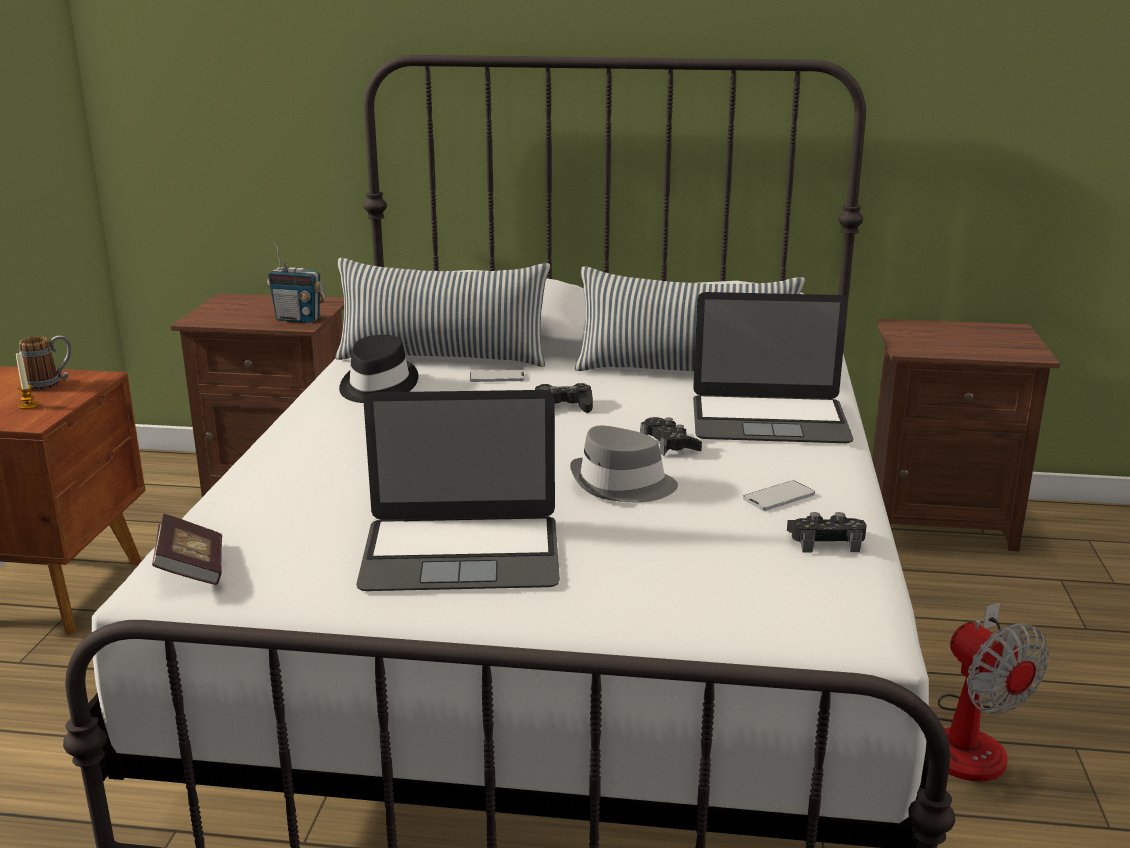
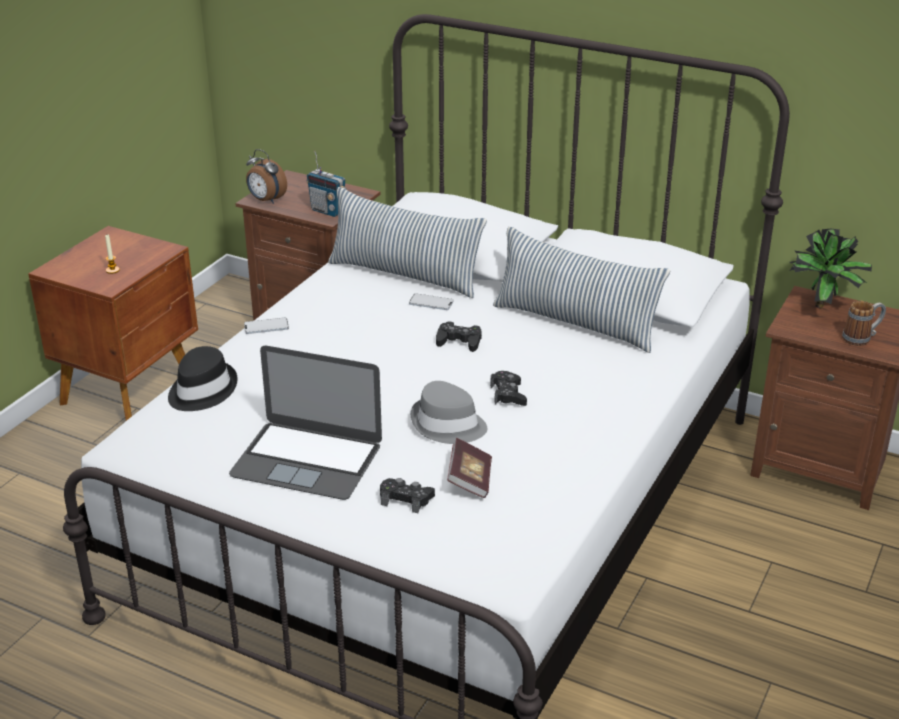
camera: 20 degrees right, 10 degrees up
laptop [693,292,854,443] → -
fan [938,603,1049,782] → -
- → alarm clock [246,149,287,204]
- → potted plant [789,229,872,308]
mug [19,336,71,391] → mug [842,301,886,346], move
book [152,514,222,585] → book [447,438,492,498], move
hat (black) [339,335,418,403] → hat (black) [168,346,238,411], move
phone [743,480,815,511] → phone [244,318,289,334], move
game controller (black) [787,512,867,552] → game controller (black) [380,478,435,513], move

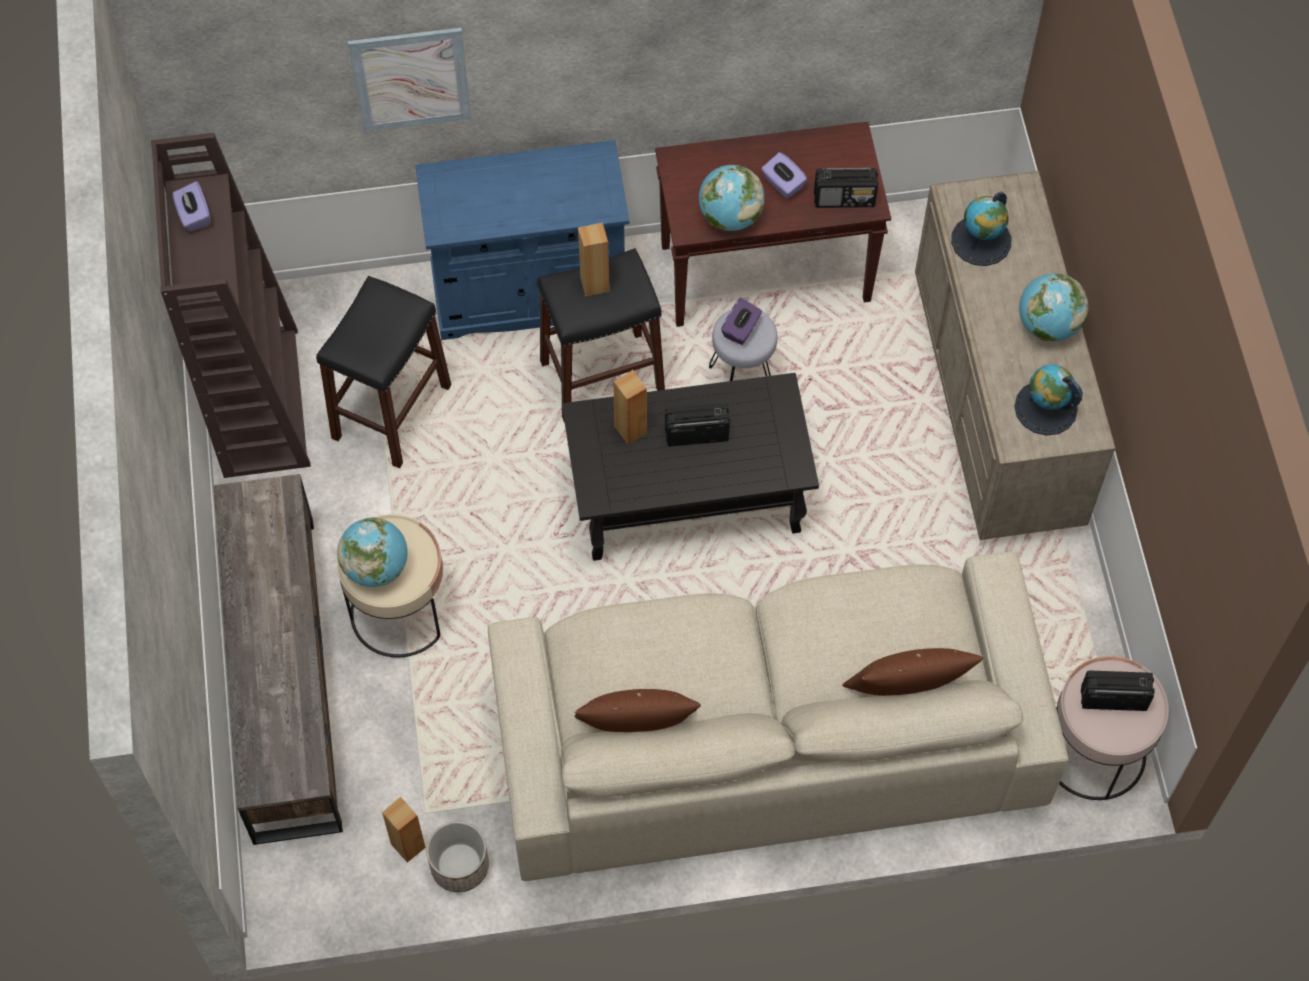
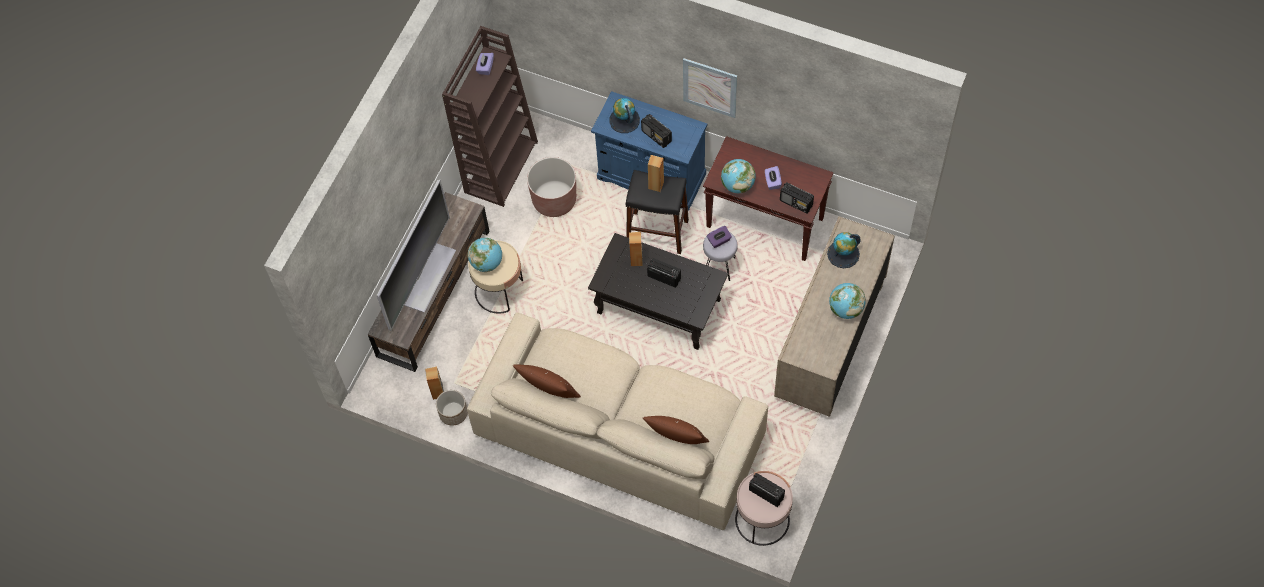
camera: 35 degrees right, 0 degrees up
- → television [377,179,456,331]
- → radio [641,114,672,148]
picture [348,28,472,132] → picture [683,58,737,118], move
globe [1014,364,1083,435] → globe [609,98,640,133], move
stool (black) [316,276,451,468] → planter (brown) [527,157,576,217]

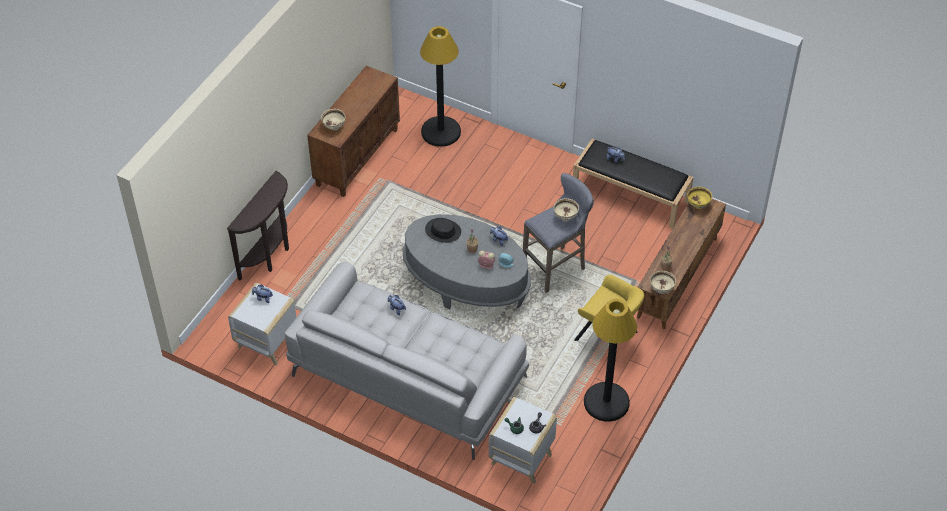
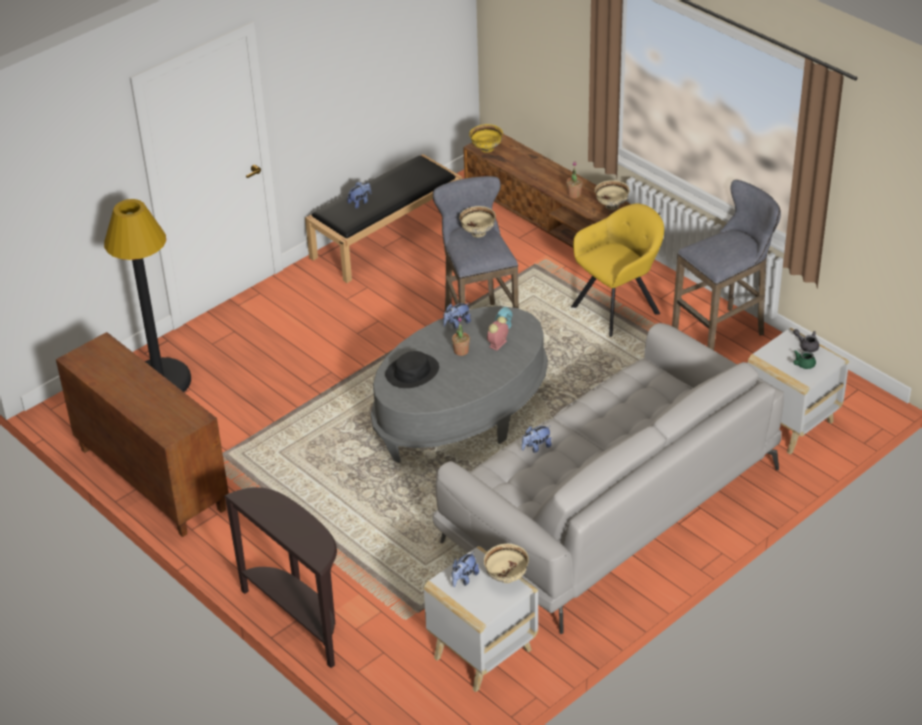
camera: 70 degrees left, 10 degrees down
bowl (beige) [321,109,345,130] → bowl (beige) [484,544,529,583], move
floor lamp (black) [584,299,637,422] → stool (grey) [672,180,781,350]

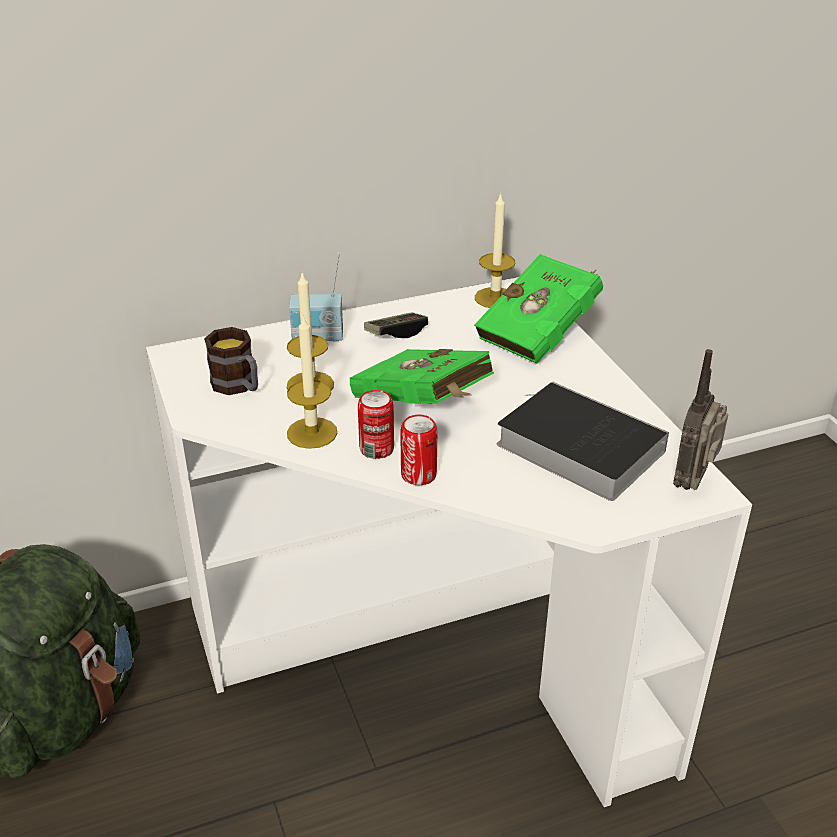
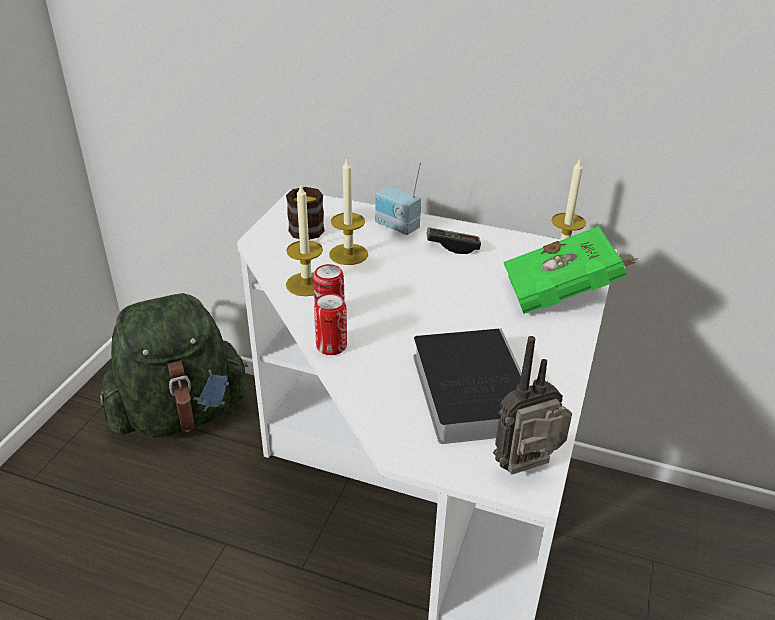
camera: 40 degrees right, 0 degrees up
book (green) [350,349,494,404] → -

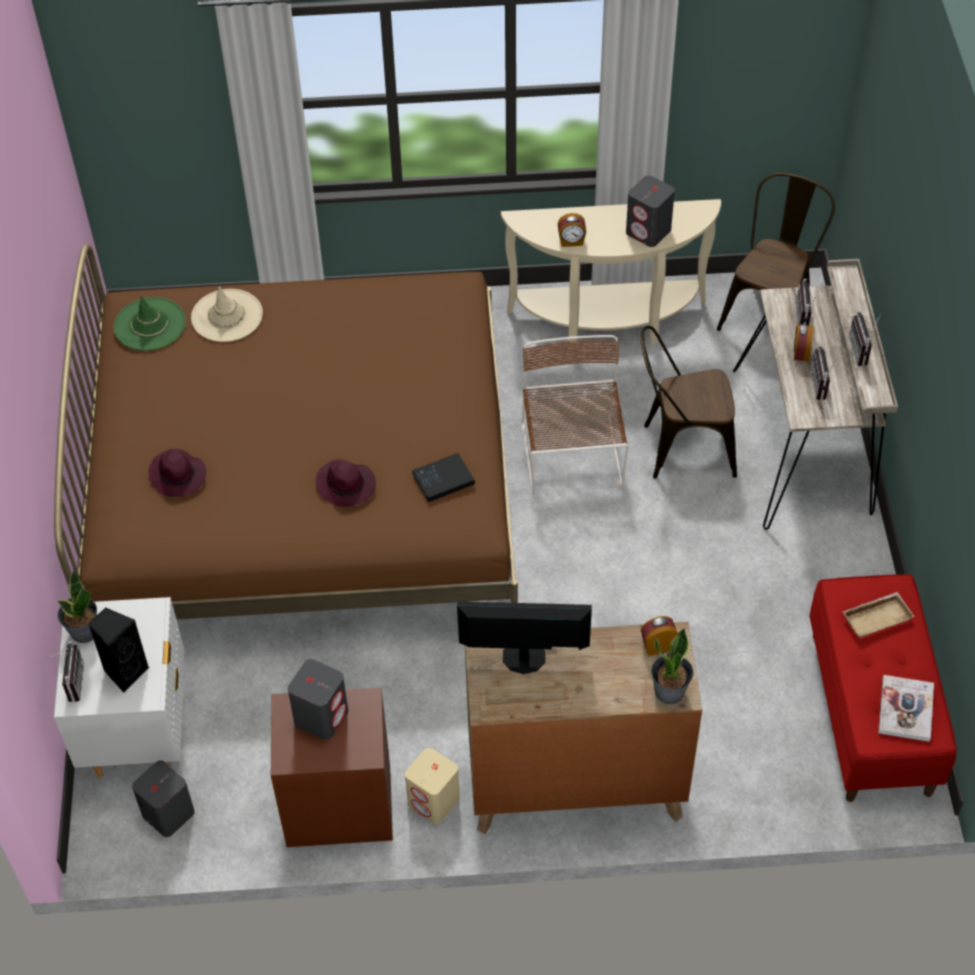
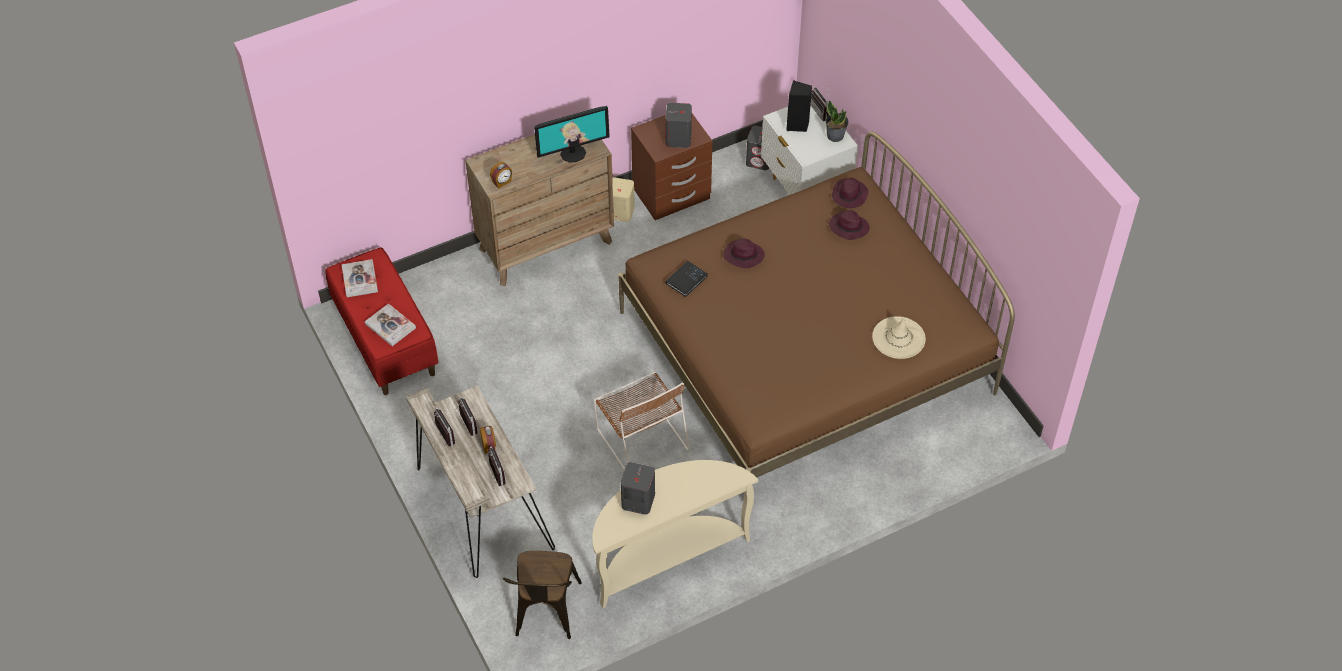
camera: 155 degrees right, 0 degrees up
hat (green) [114,296,186,351] → -
alarm clock [558,213,586,247] → -
chair (brown) [641,326,737,478] → -
potted plant [651,628,694,704] → -
- → hat (purple) [832,178,868,208]
tray (beige) [842,592,915,638] → book [365,303,416,346]

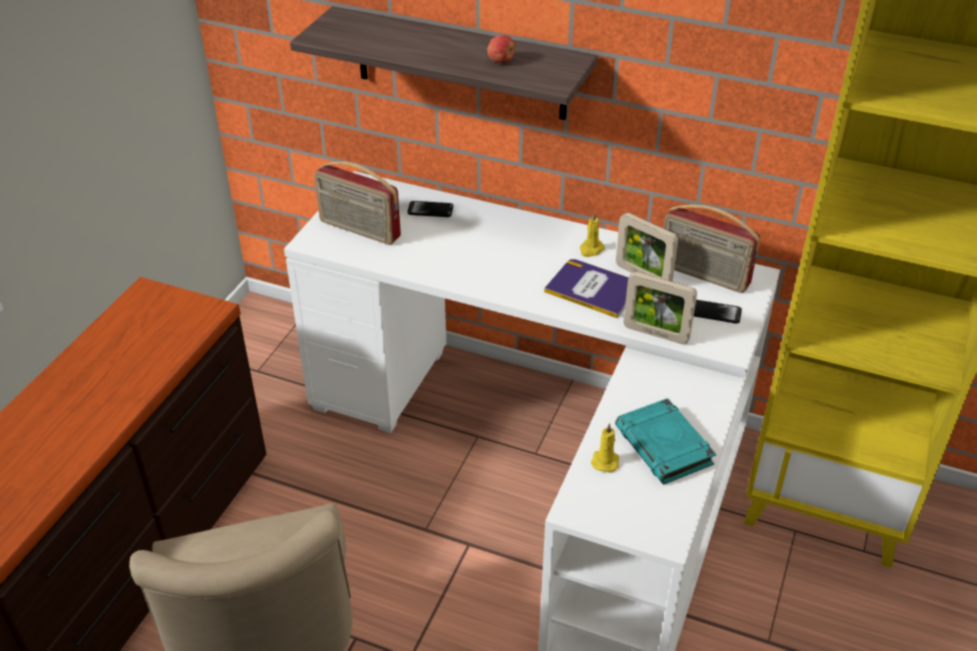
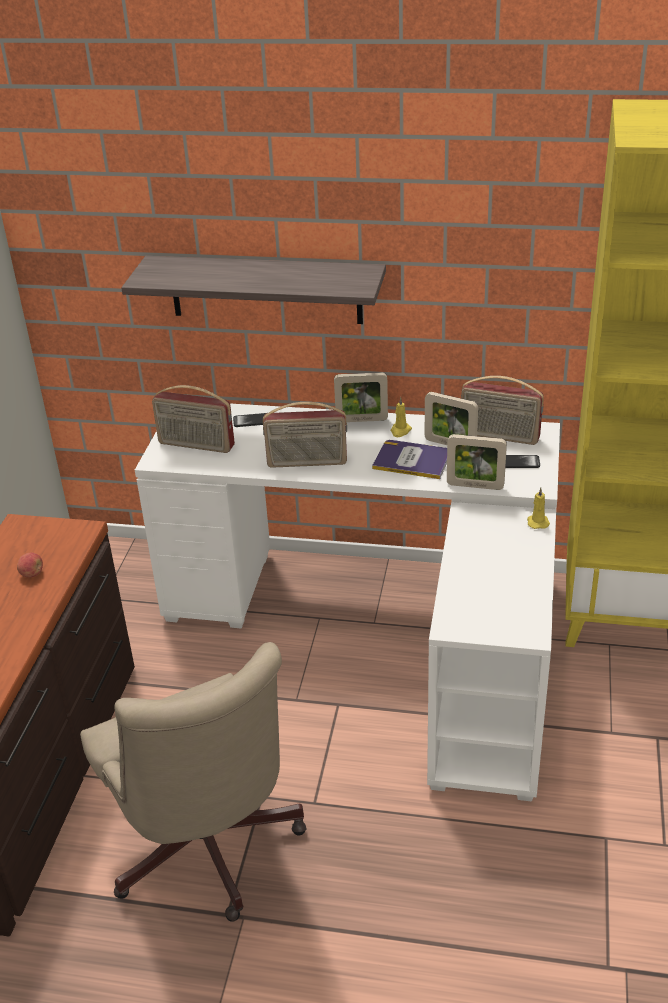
camera: 10 degrees left, 5 degrees down
book (turquoise) [615,398,716,484] → -
- → radio [263,402,347,468]
- → picture frame [334,372,388,422]
apple [487,35,515,63] → apple [17,553,43,577], move
candle (yellow) [591,423,619,472] → candle (yellow) [527,488,550,529], move

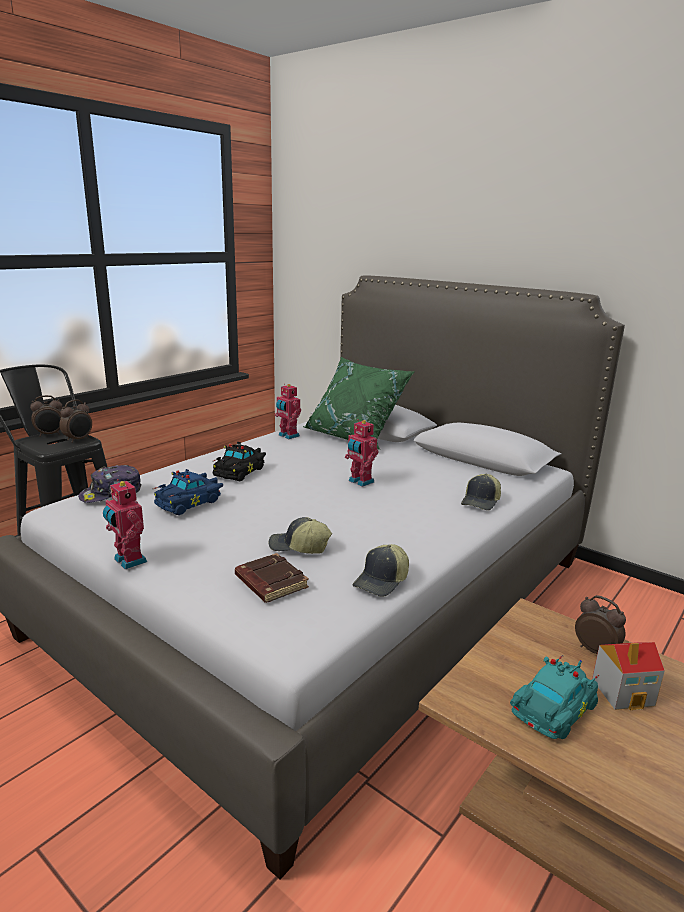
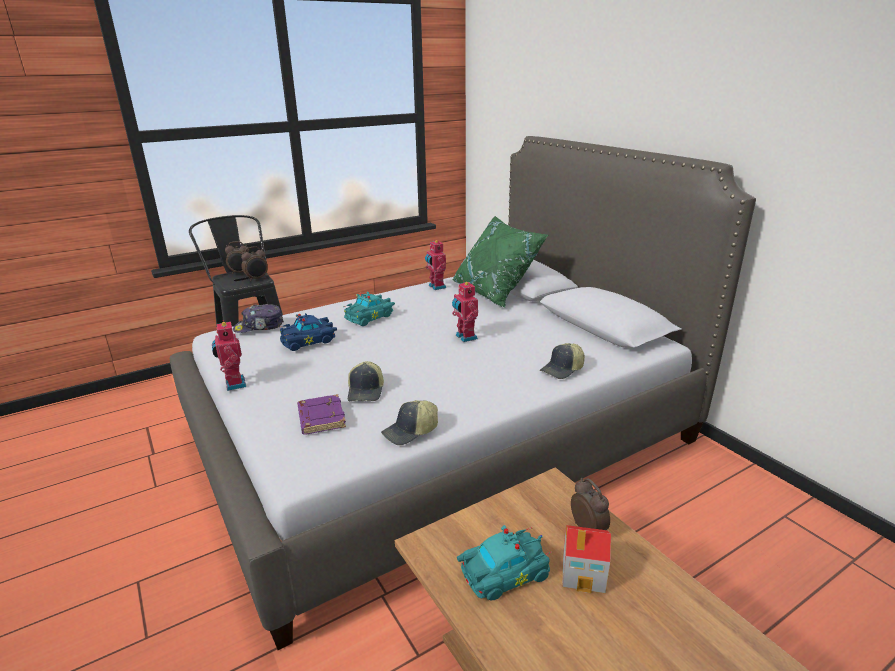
camera: 20 degrees right, 5 degrees up
toy car (black) [212,442,266,481] → toy car (turquoise) [344,292,395,326]
book (brown) [235,553,309,603] → book (purple) [297,394,346,435]
cap [269,517,332,554] → cap [348,361,384,401], 120 degrees counterclockwise

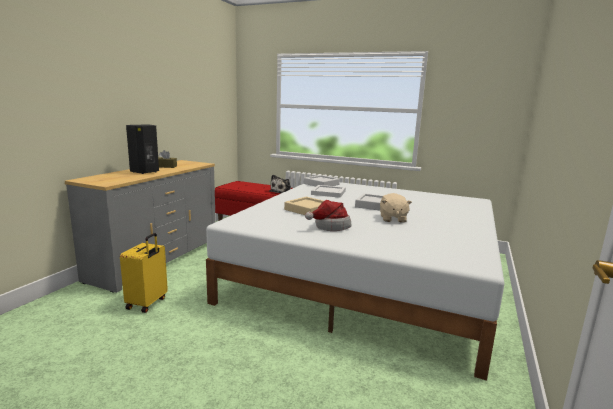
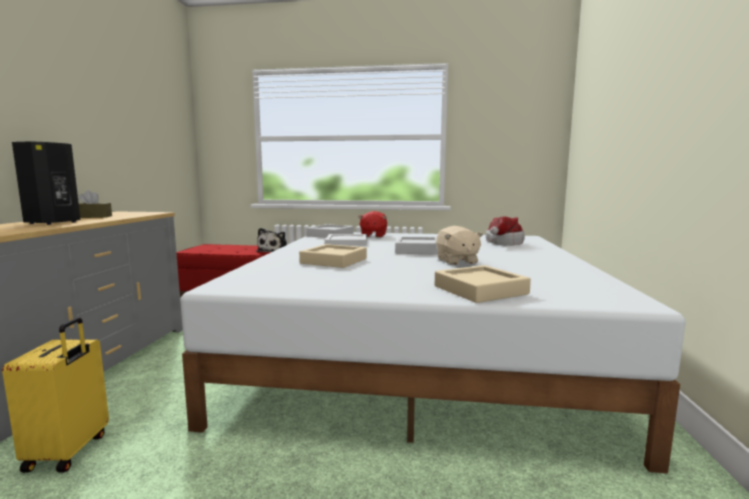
camera: 15 degrees left, 5 degrees down
- → plush toy (red) [358,211,387,238]
- → tray (beige) [435,265,531,303]
hat [305,200,351,231] → hat [486,216,525,246], move

